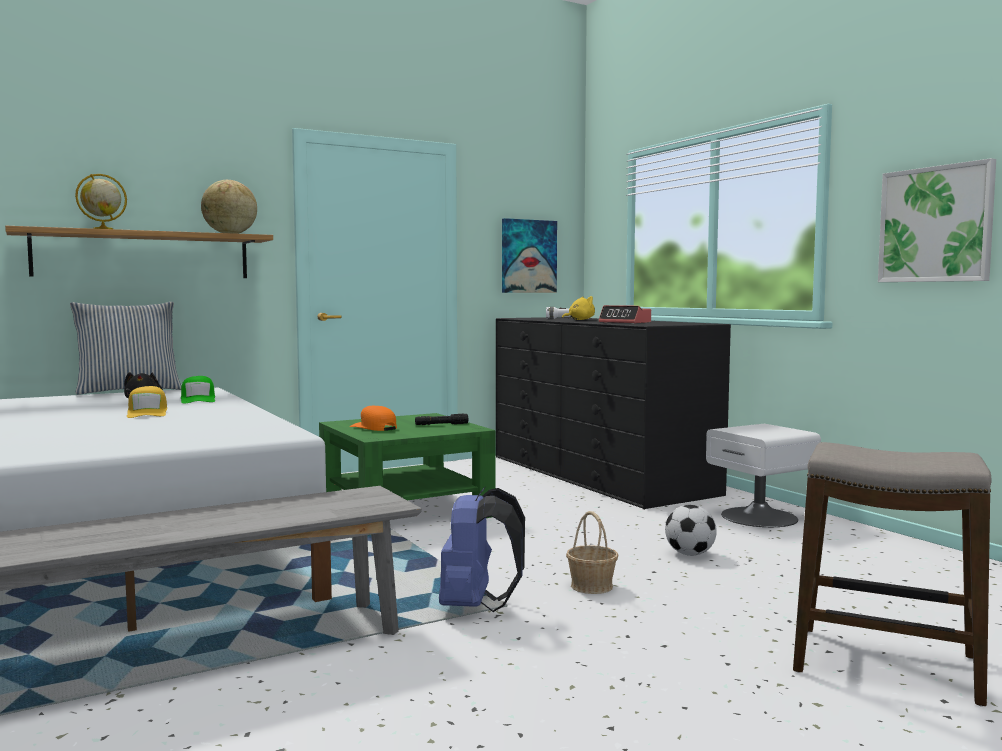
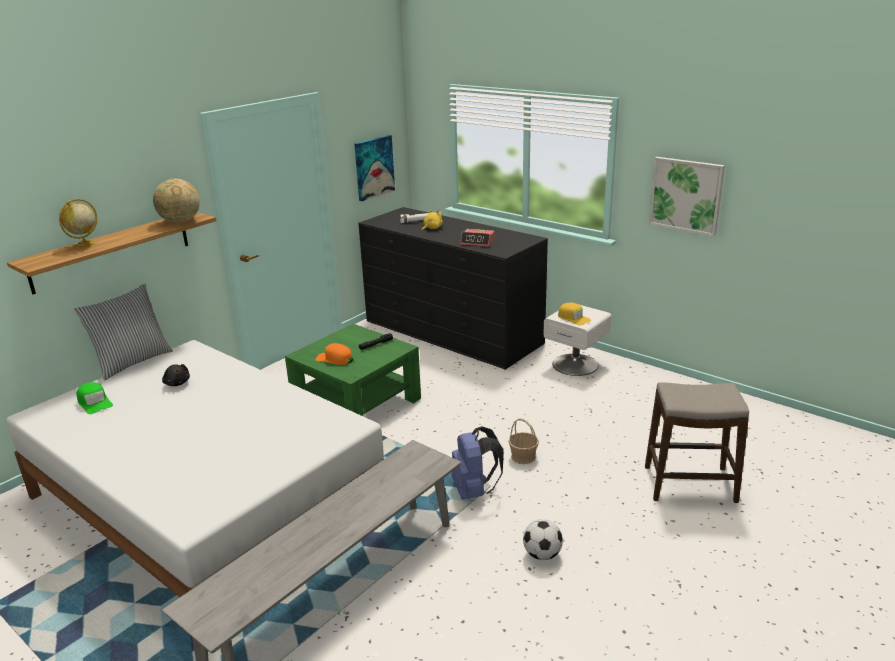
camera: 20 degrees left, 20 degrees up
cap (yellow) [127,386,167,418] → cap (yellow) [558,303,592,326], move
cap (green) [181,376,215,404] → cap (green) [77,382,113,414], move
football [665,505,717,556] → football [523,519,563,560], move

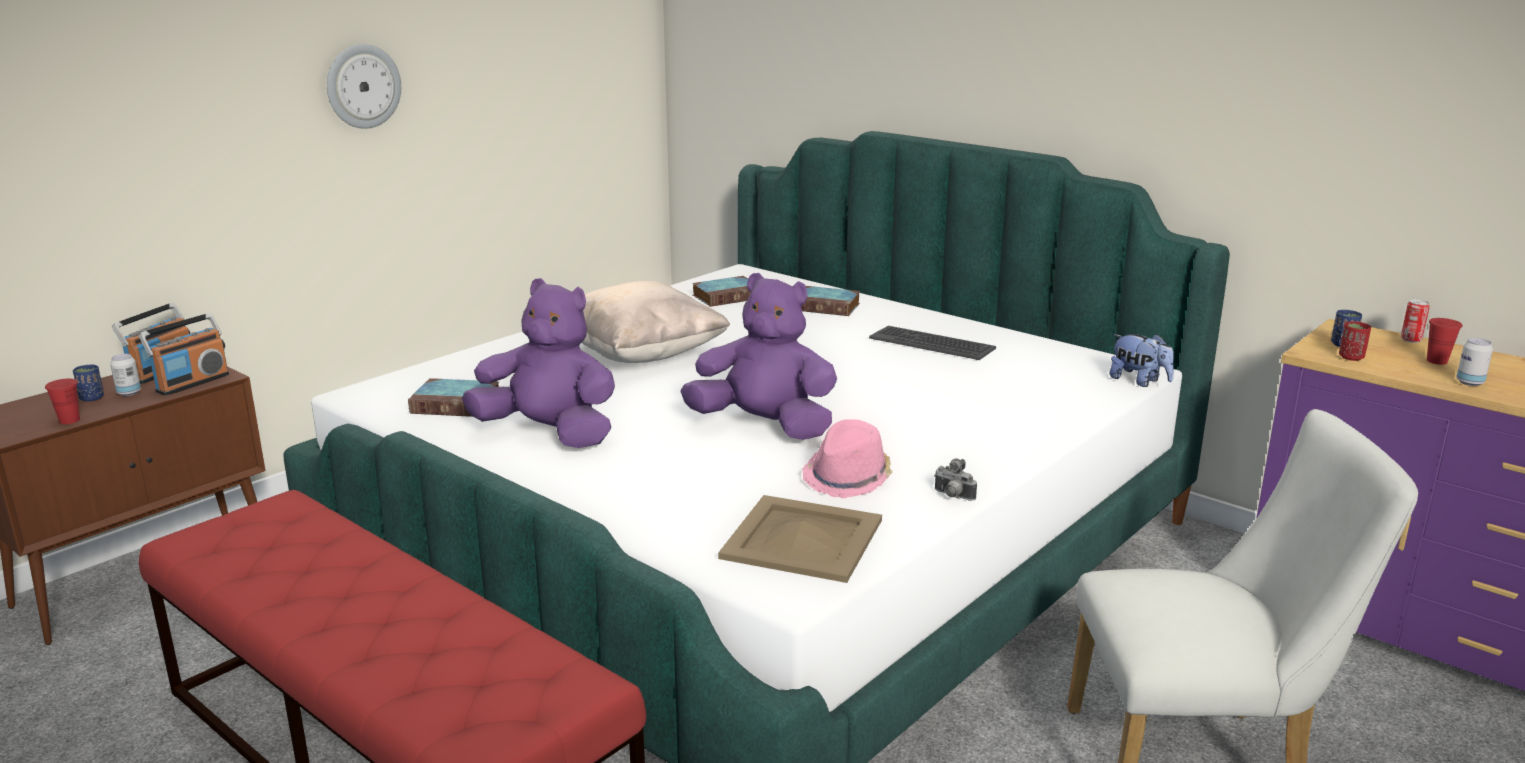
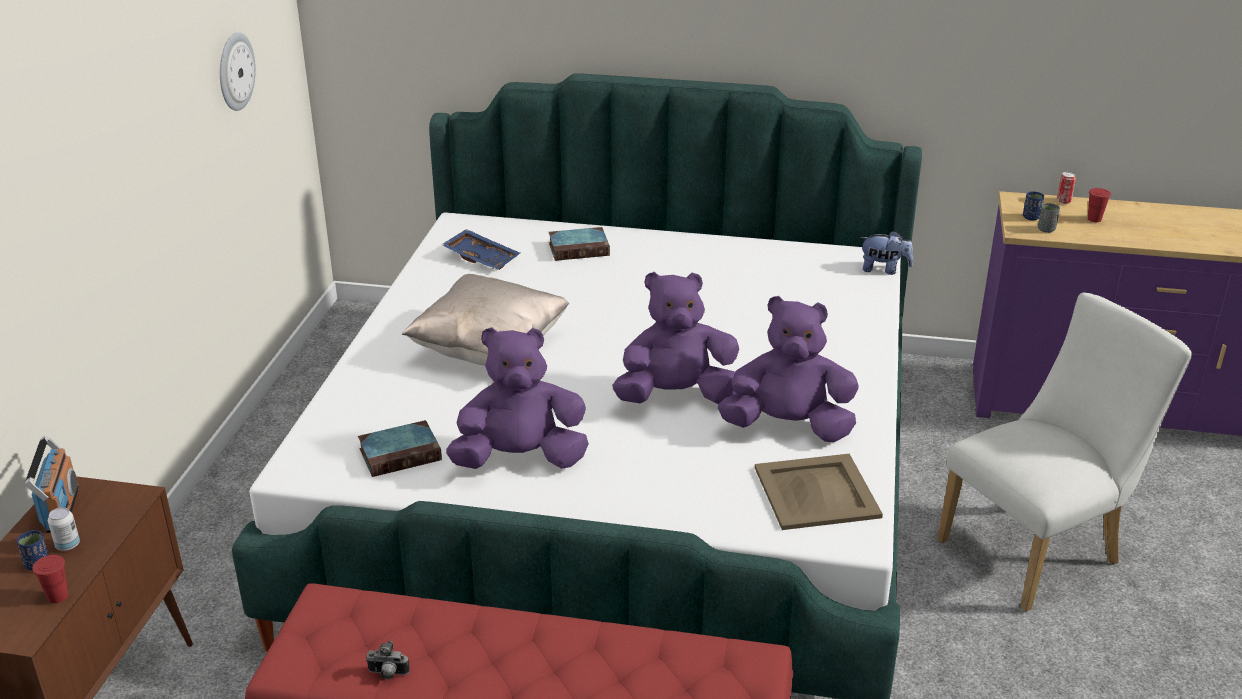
camera: 30 degrees left, 10 degrees up
radio [139,313,229,396] → -
keyboard [869,326,996,360] → -
can [1456,338,1493,386] → -
wall clock [327,44,401,129] → wall clock [220,32,256,111], move
photo camera [934,458,977,501] → photo camera [366,641,410,679], move
book [692,276,751,307] → tray (blue) [442,229,520,270]
hat (pink) [802,419,892,498] → plush toy (purple) [718,296,859,442]
cup (red) [1339,321,1371,361] → cup (grey) [1038,203,1060,233]

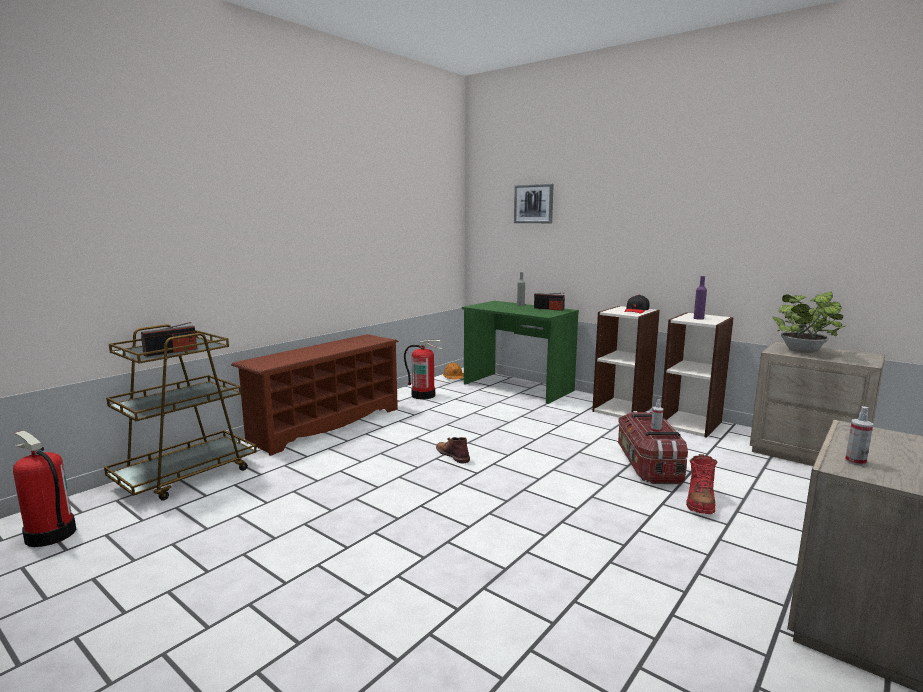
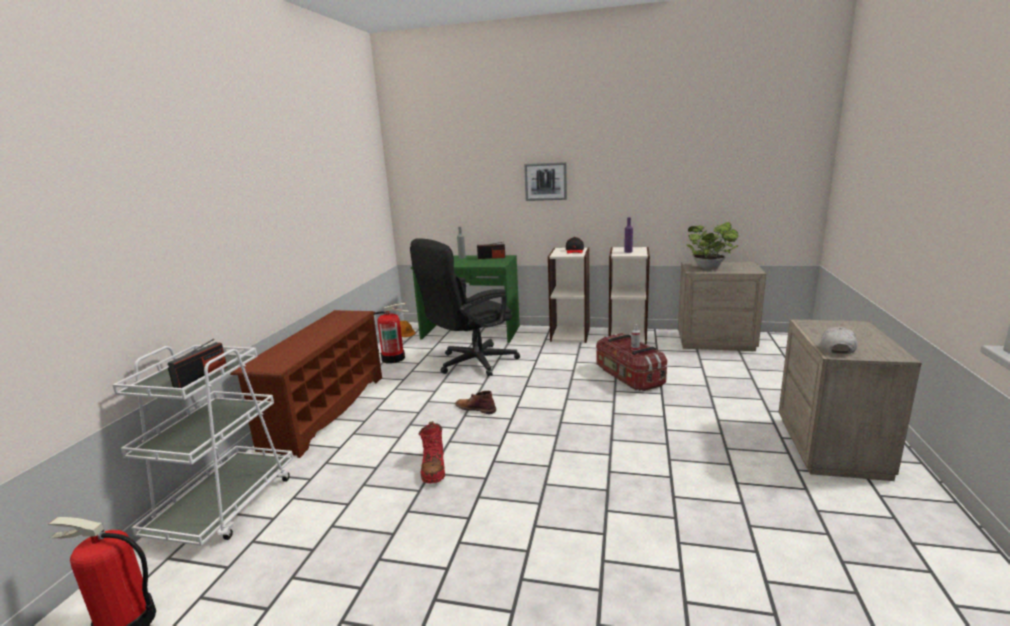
camera: 25 degrees left, 5 degrees up
- → office chair (black) [410,238,520,376]
picture [514,184,554,223] → picture [524,162,567,201], move
boot (red) [686,454,718,514] → boot (red) [418,421,445,483], move
spray bottle [845,406,873,466] → cap (white) [820,327,858,354]
cart (brown) [104,324,257,501] → cart (white) [112,345,293,546]

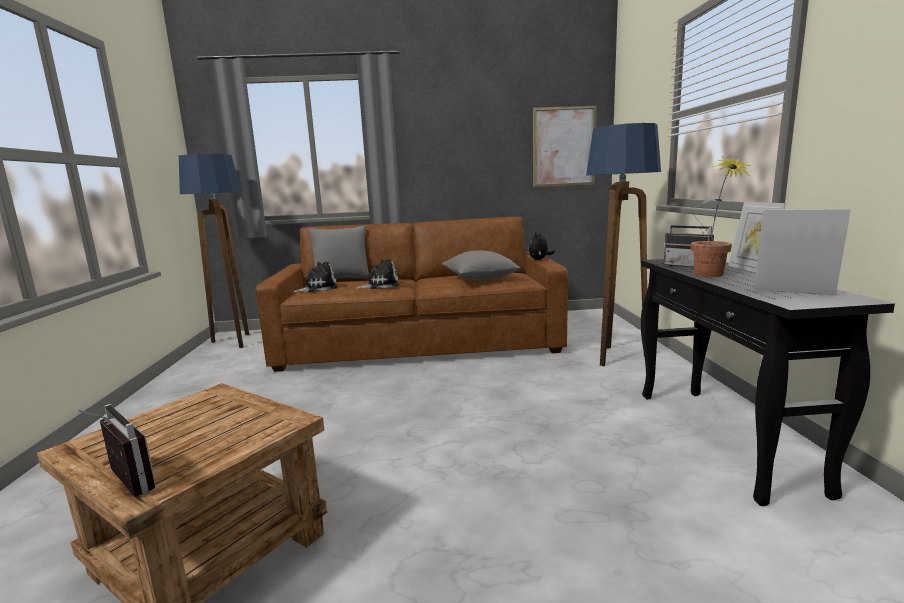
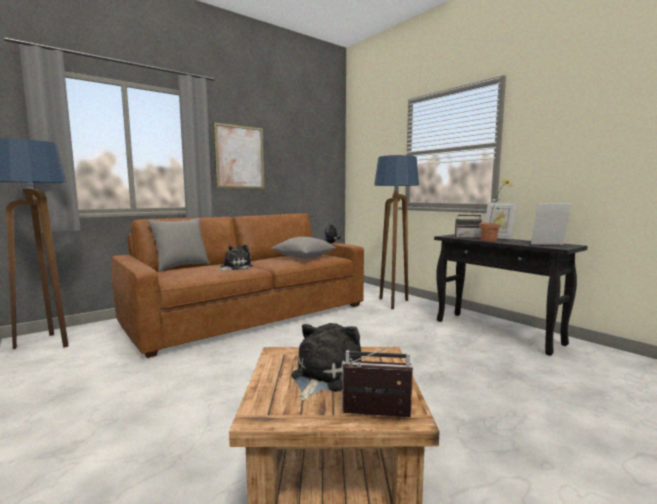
camera: 35 degrees left, 5 degrees down
plush toy [293,262,338,293] → plush toy [291,323,362,401], move
picture [532,105,597,187] → picture [214,122,264,189], move

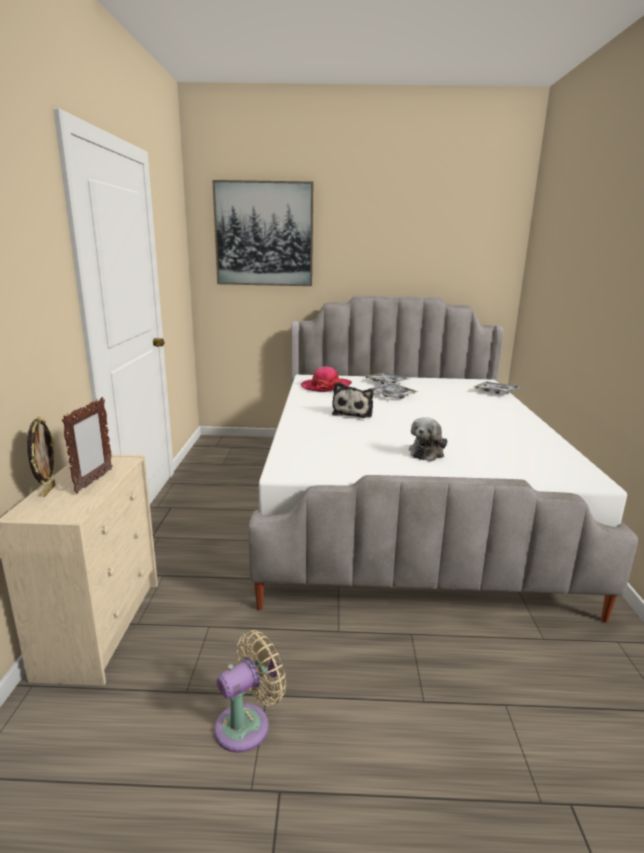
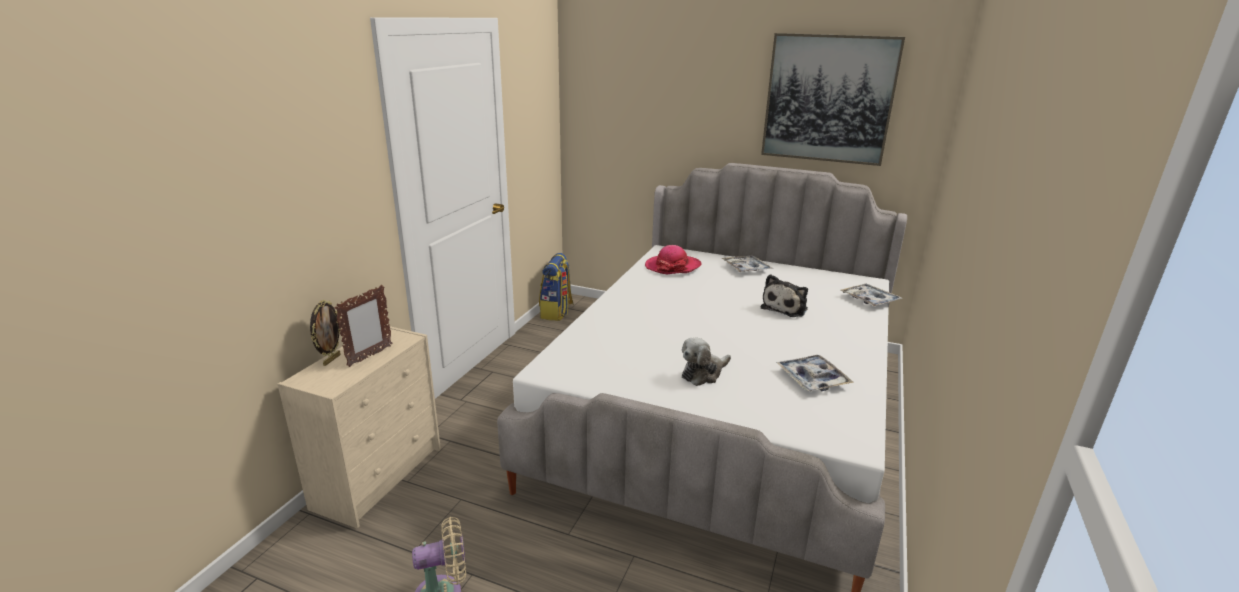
camera: 20 degrees right, 5 degrees up
- → backpack [539,253,574,321]
picture [212,180,313,286] → picture [761,33,905,166], move
plush toy [332,382,374,418] → plush toy [761,274,808,317], move
tray [369,384,418,399] → tray [776,355,854,391], move

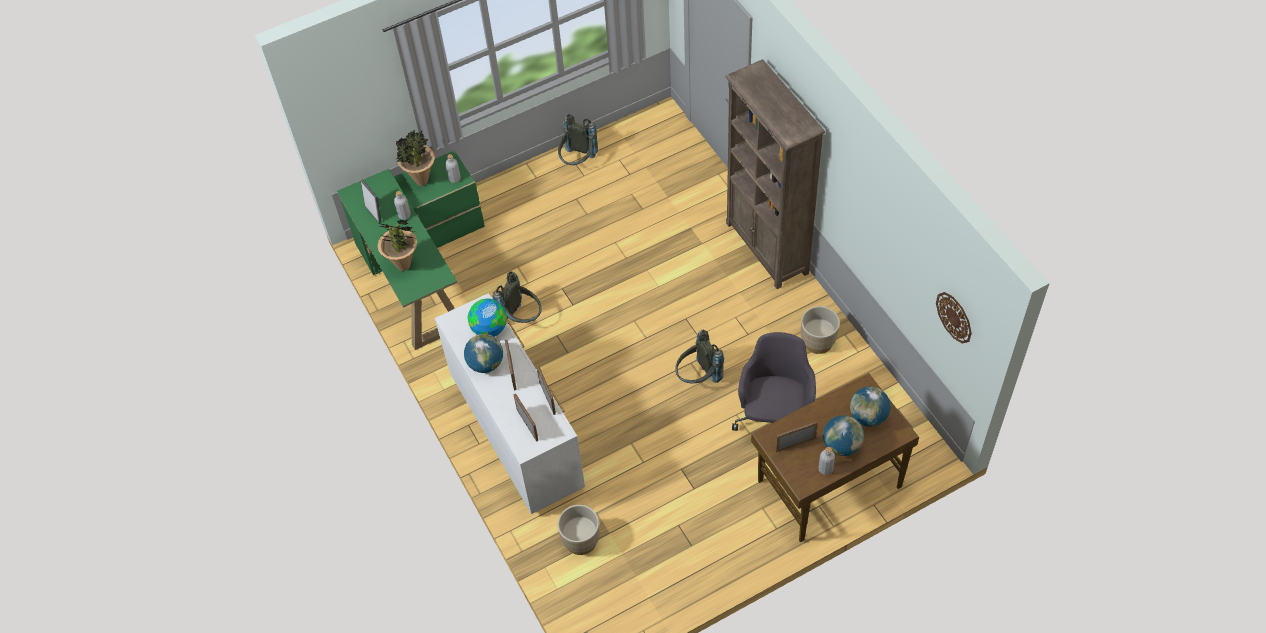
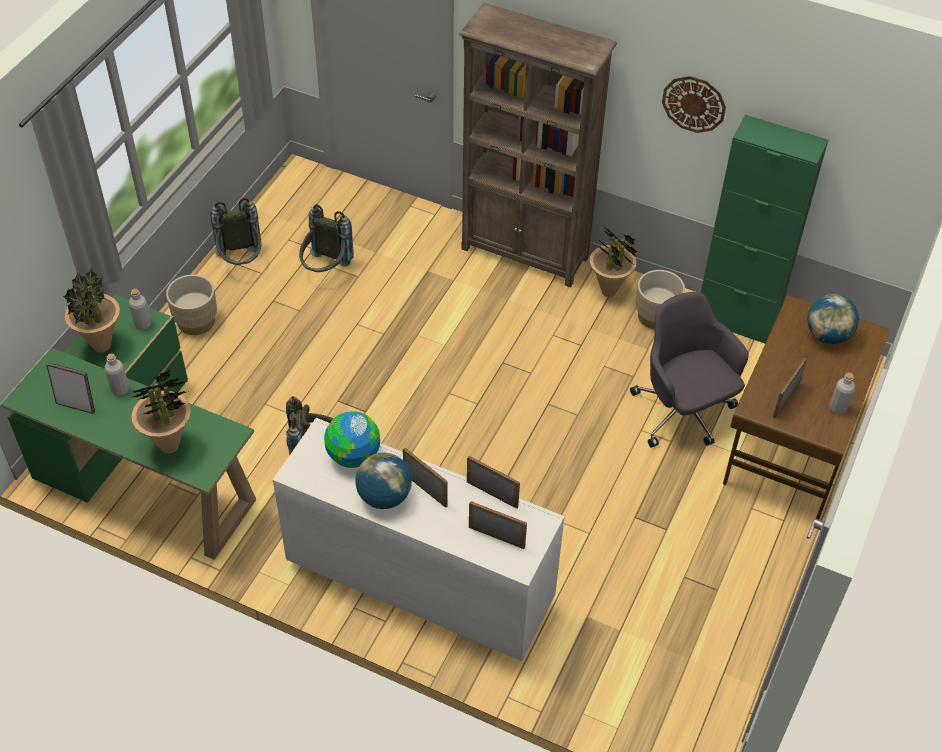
camera: 40 degrees left, 5 degrees down
globe [823,415,864,456] → -
- → potted plant [590,227,638,297]
- → cabinet (green) [701,115,828,343]
planter (beige) [558,505,600,555] → planter (beige) [166,274,217,335], move
backpack (grey) [675,330,724,383] → backpack (grey) [299,204,354,272], move
wall clock [936,292,972,344] → wall clock [662,76,726,133], move

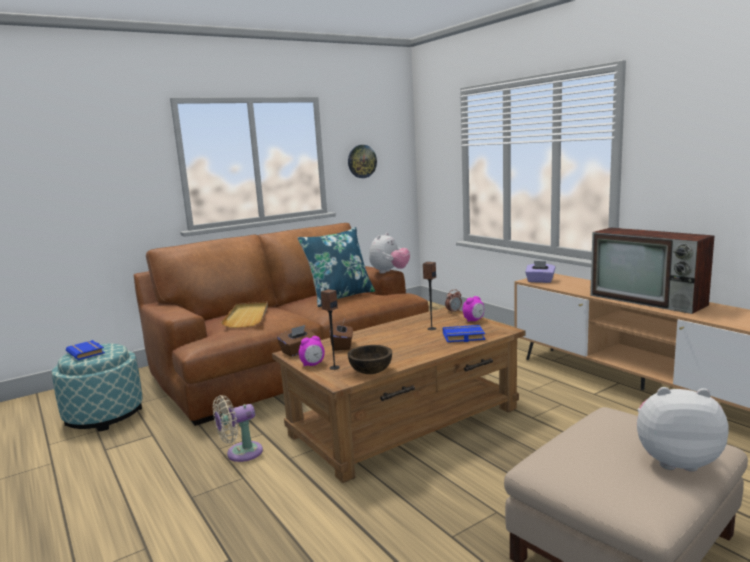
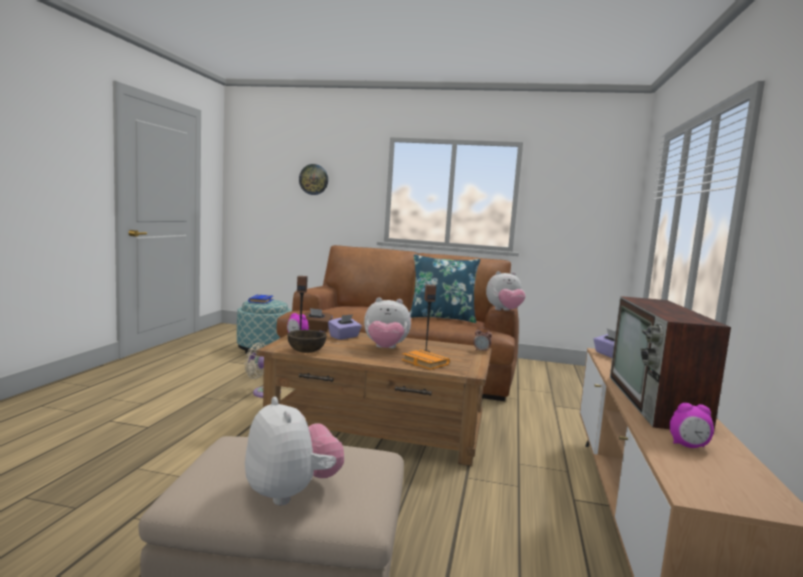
camera: 45 degrees right, 5 degrees down
tray (beige) [221,302,268,328] → -
- → plush toy [364,297,411,348]
wall clock [348,145,377,178] → wall clock [299,164,328,195], move
alarm clock [463,296,484,322] → alarm clock [670,403,714,448], move
tissue box (brown) [330,322,353,351] → tissue box (purple) [328,314,362,340]
book (blue) [443,325,485,342] → book (orange) [402,350,450,370]

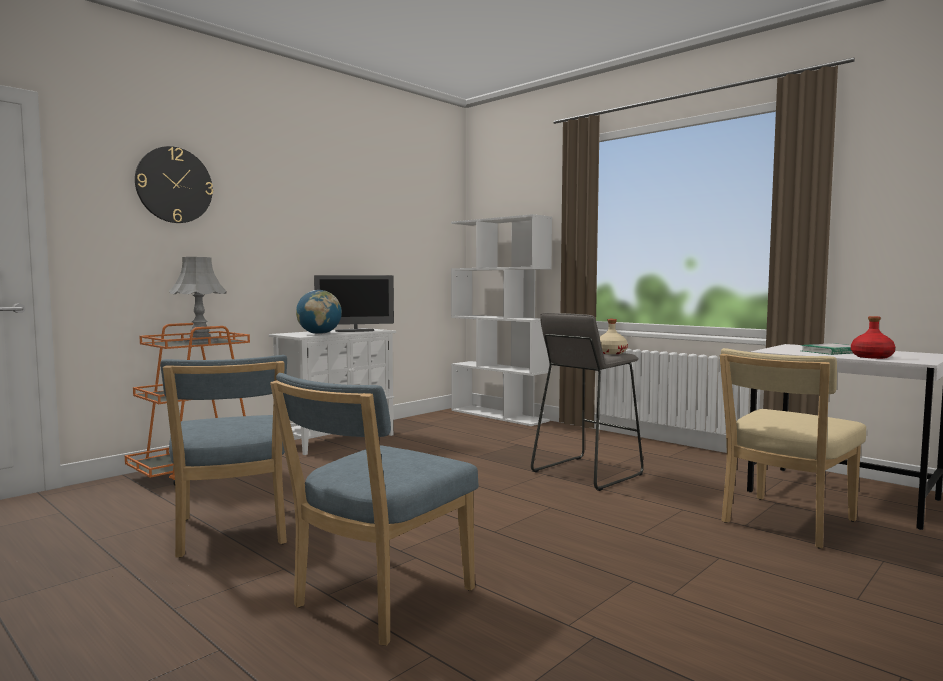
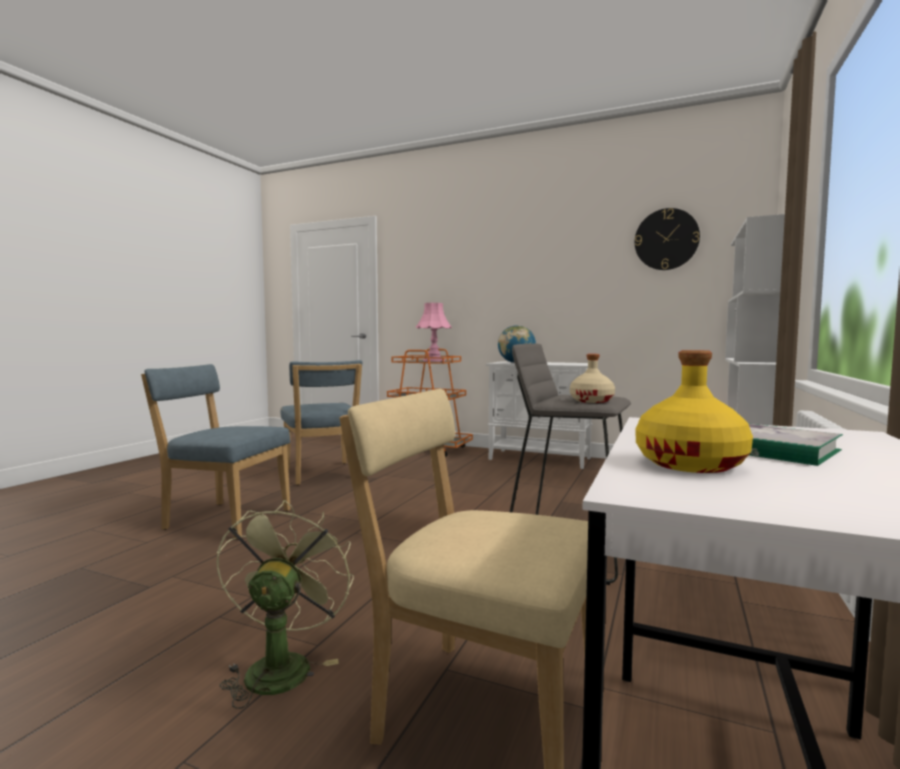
camera: 70 degrees right, 0 degrees up
monitor [314,275,394,332] → -
- → fan (green) [216,500,354,709]
wall clock [135,146,213,223] → wall clock [635,208,700,270], move
table lamp (grey) [169,257,226,343] → table lamp (pink) [416,303,452,362]
bottle (red) [851,316,895,359] → bottle (yellow) [636,350,753,473]
chair (blue) [160,355,287,558] → chair (blue) [281,360,362,485], 75 degrees counterclockwise

